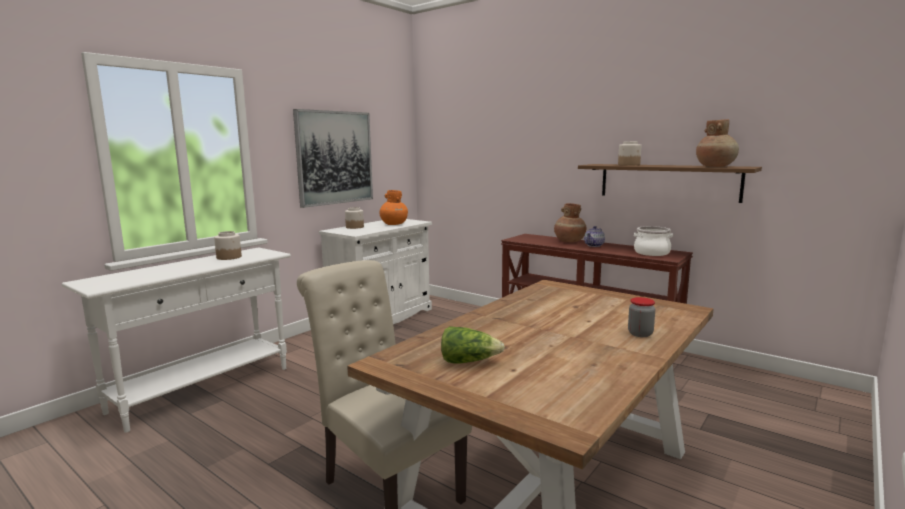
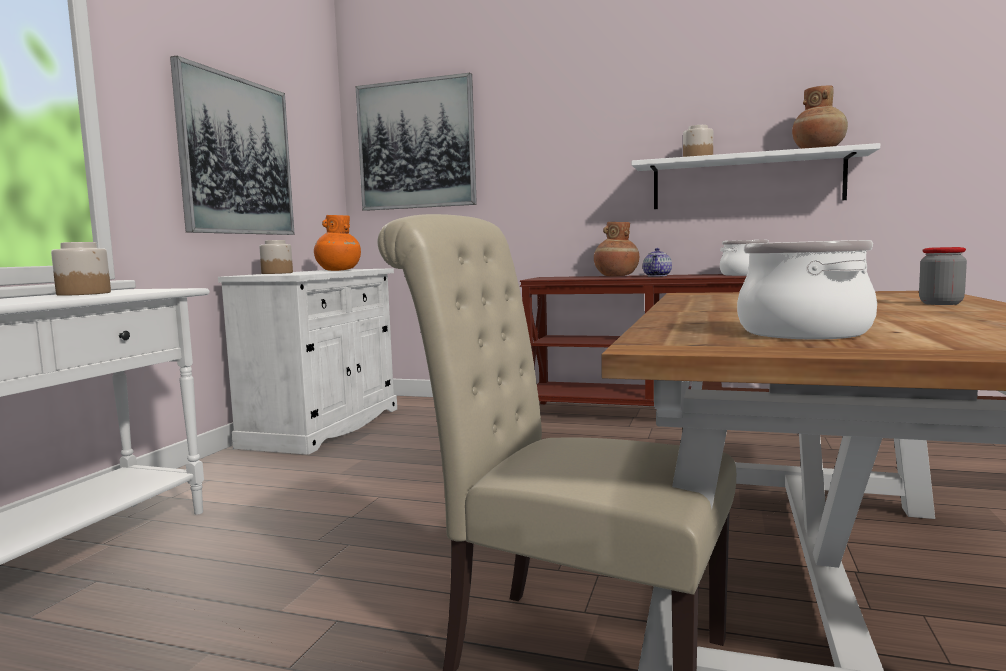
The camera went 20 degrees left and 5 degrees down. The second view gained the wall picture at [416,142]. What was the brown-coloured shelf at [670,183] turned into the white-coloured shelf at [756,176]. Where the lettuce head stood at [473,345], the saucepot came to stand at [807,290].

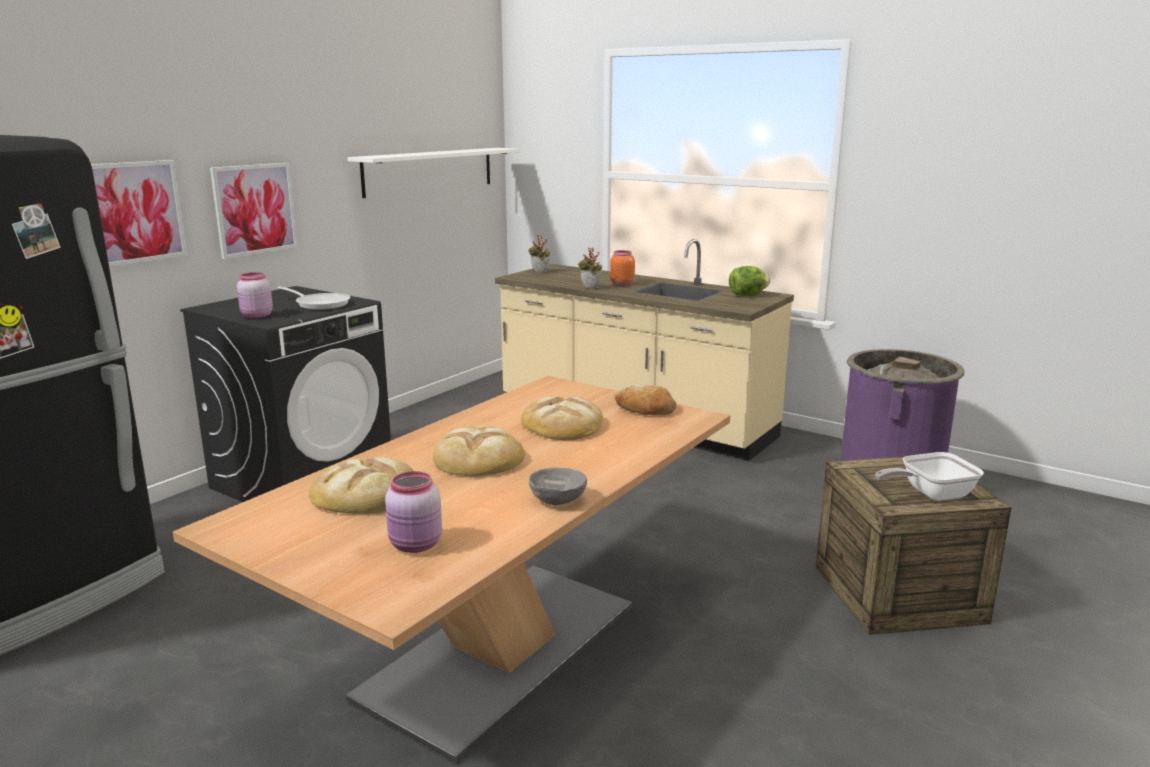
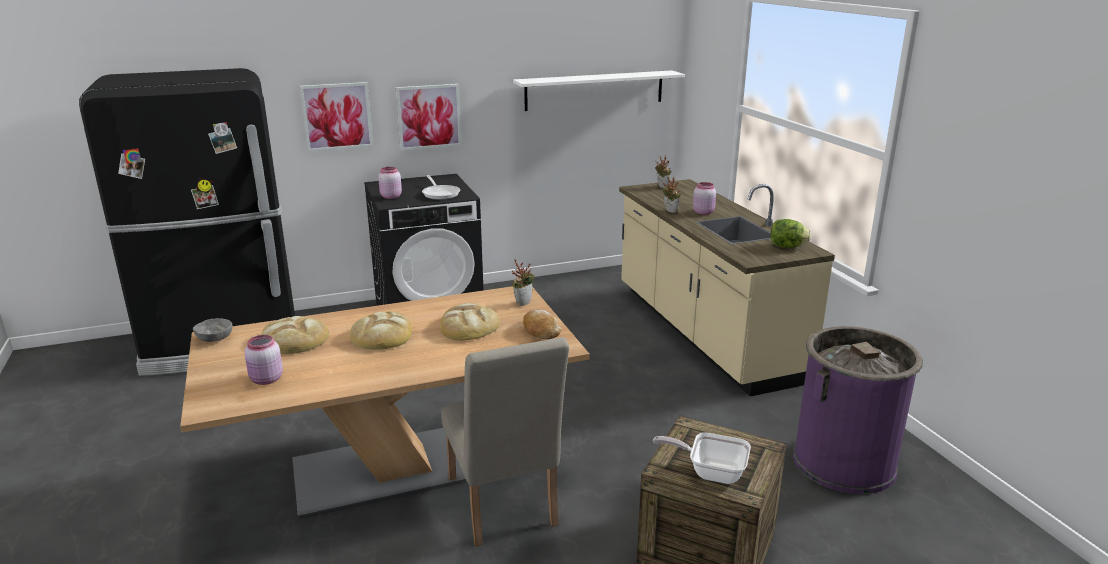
The camera went 35 degrees right and 5 degrees up. The greyish deep dish ended up elsewhere, having gone from [558,486] to [212,330]. The second view gained the beige upright chair at [505,441]. The second view gained the houseplant at [523,282]. What was the orangey jar at [622,268] turned into the pink-coloured jar at [704,198].

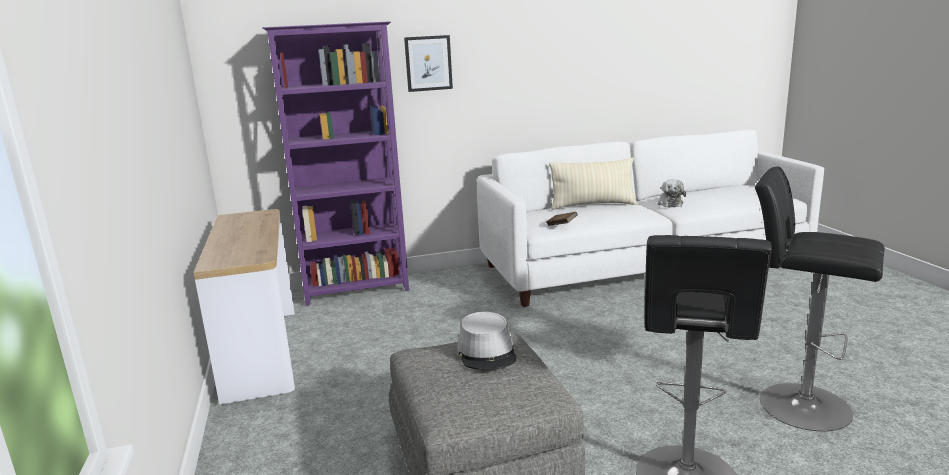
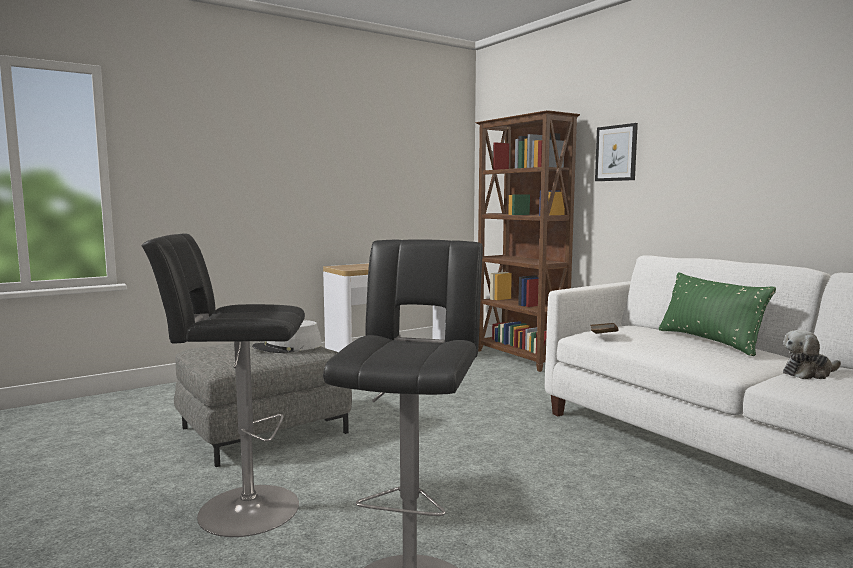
The camera went 70 degrees right and 10 degrees down. What was the purple-coloured bookcase at [335,163] turned into the brown-coloured bookcase at [527,241]. What was the beige cushion at [593,184] turned into the green-coloured cushion at [717,314].

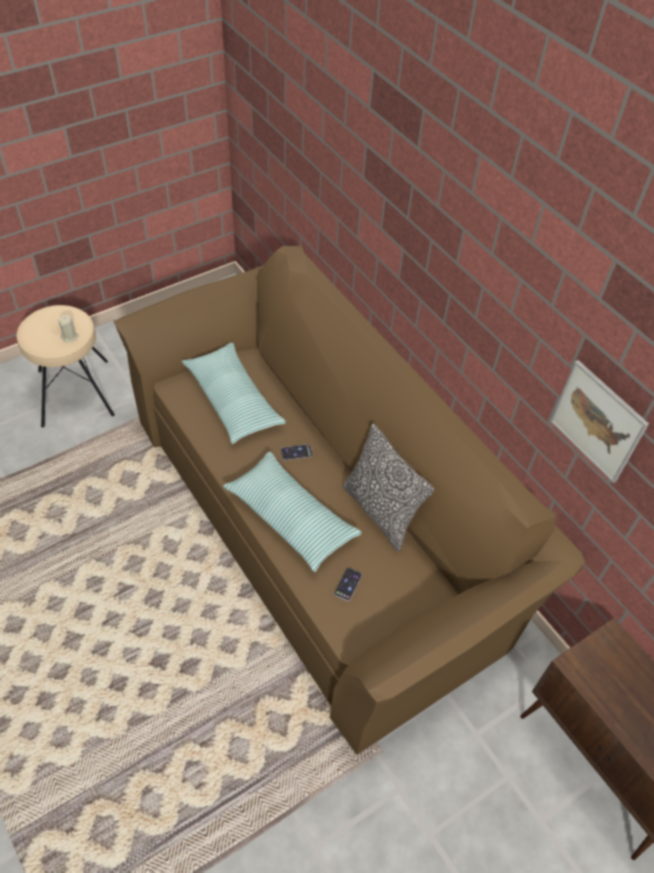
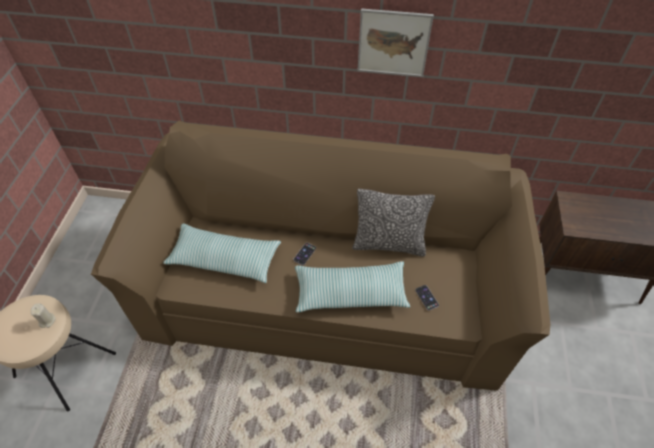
The camera went 45 degrees left and 0 degrees up. The wall picture ended up elsewhere, having gone from [599,421] to [396,42].

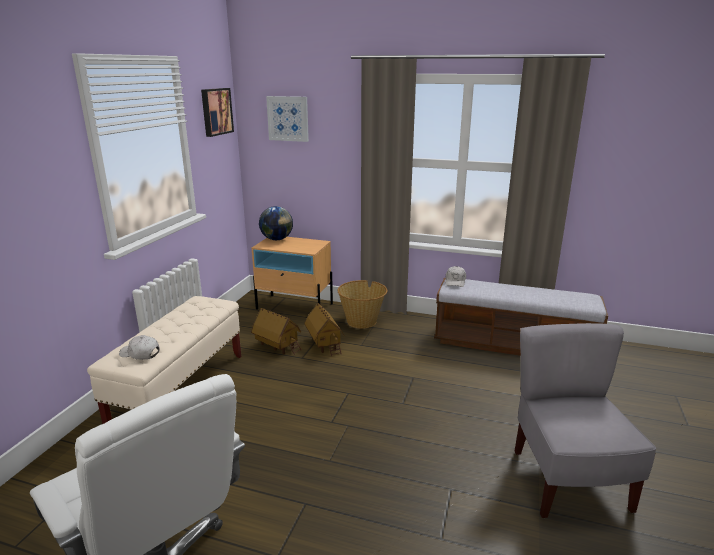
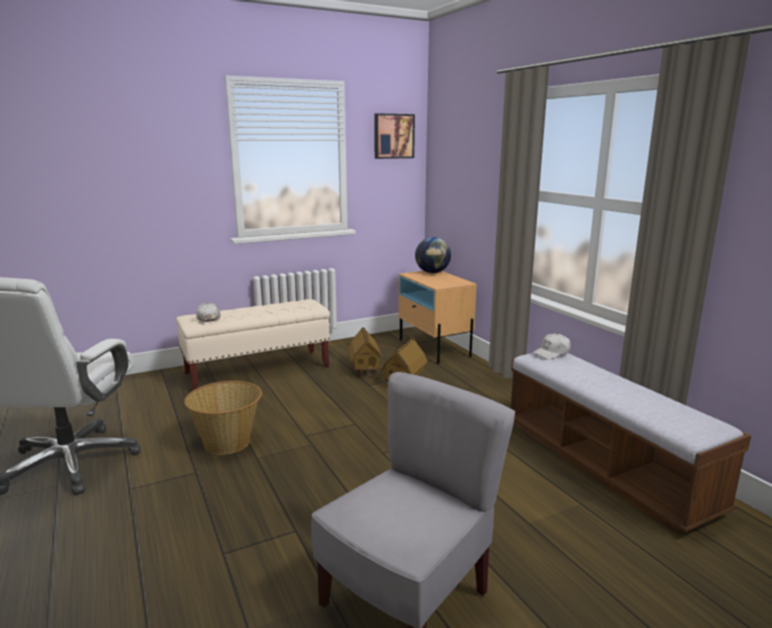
The camera went 45 degrees right and 5 degrees down. The storage basket ended up elsewhere, having gone from [362,304] to [223,418]. The second view lost the wall picture at [287,119].

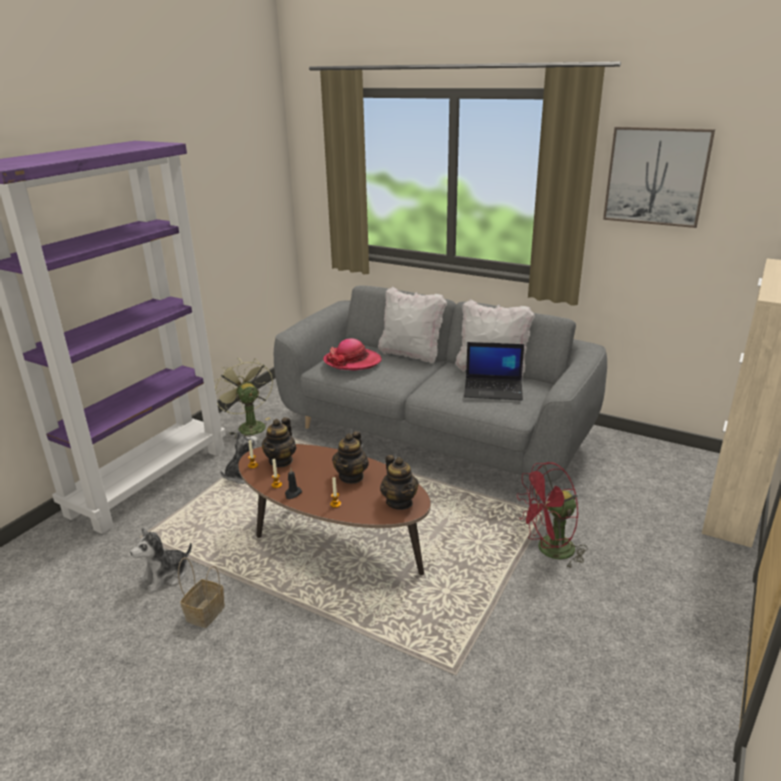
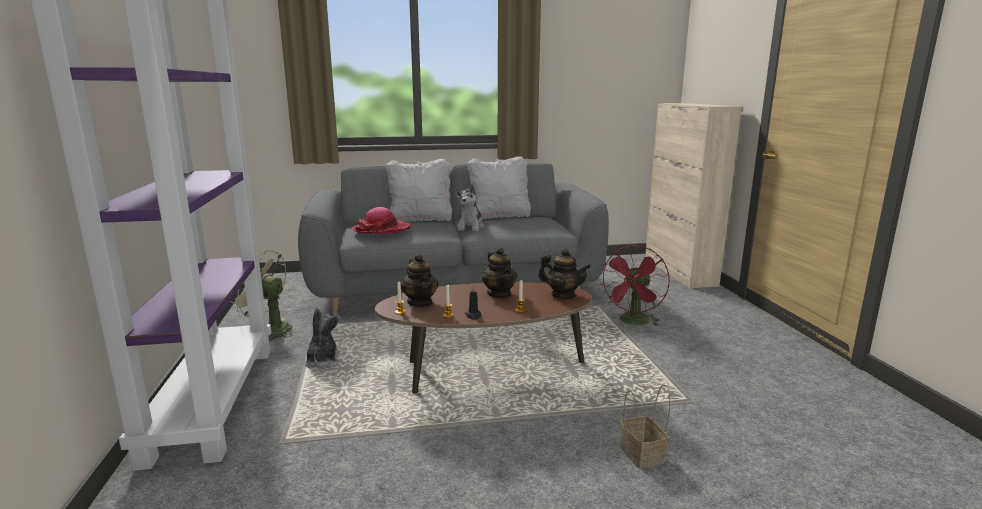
The camera went 40 degrees left and 10 degrees down. The cuddly toy ended up elsewhere, having gone from [161,560] to [469,207]. The storage basket ended up elsewhere, having gone from [201,592] to [645,426]. The second view lost the laptop at [494,371]. The second view lost the wall picture at [659,177].

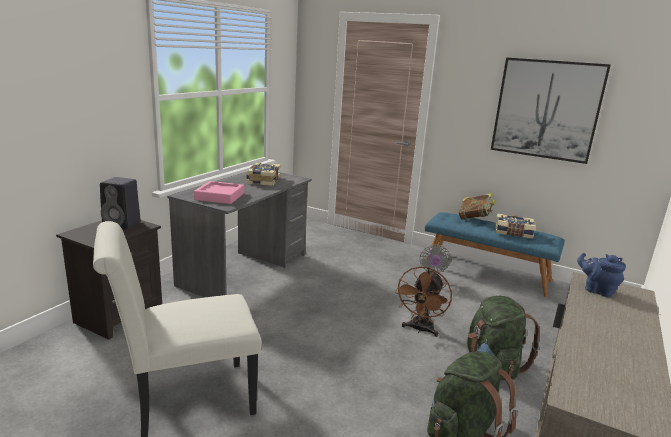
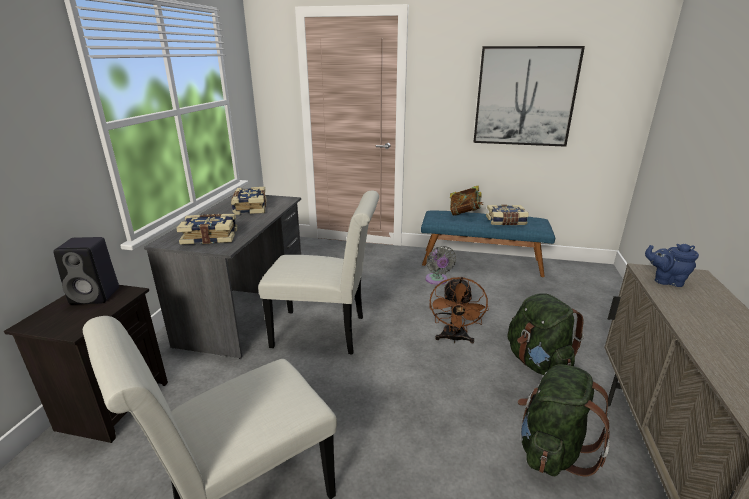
The camera went 15 degrees left and 5 degrees up. Where the pink-coloured serving tray stood at [219,192], the bound book came to stand at [206,229]. The second view gained the white-coloured upright chair at [318,273].

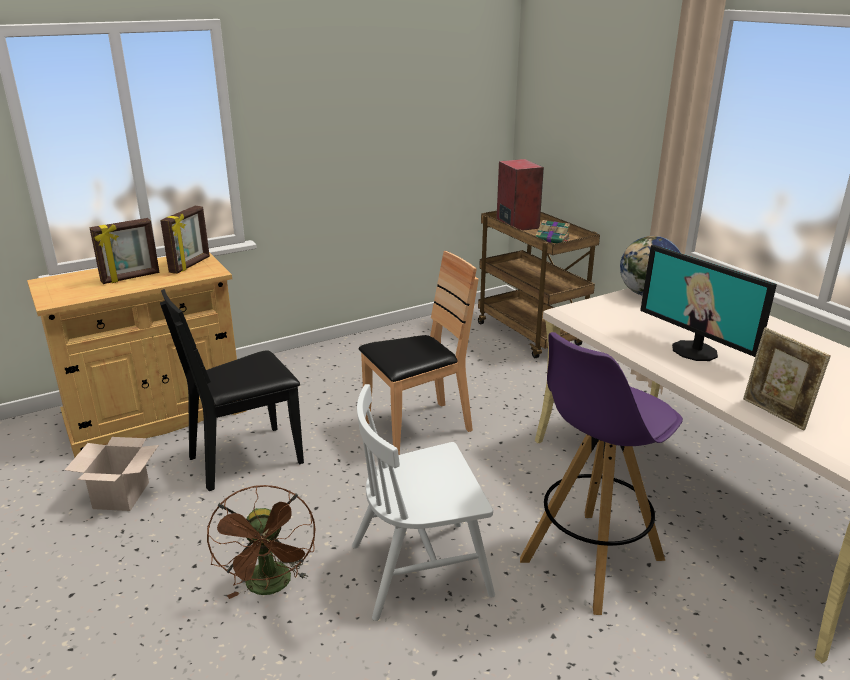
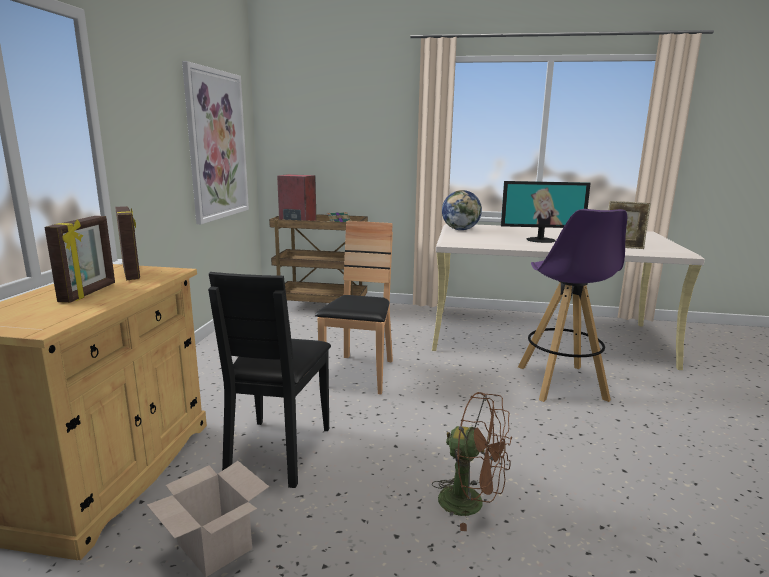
The camera went 50 degrees left and 10 degrees down. The second view gained the wall picture at [215,142]. The second view lost the white-coloured upright chair at [423,502].

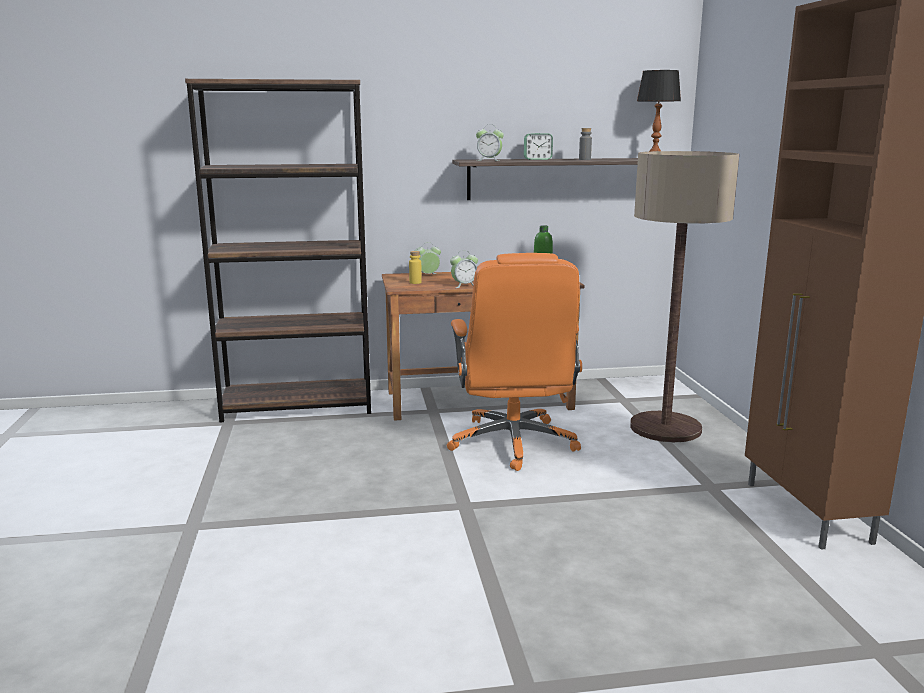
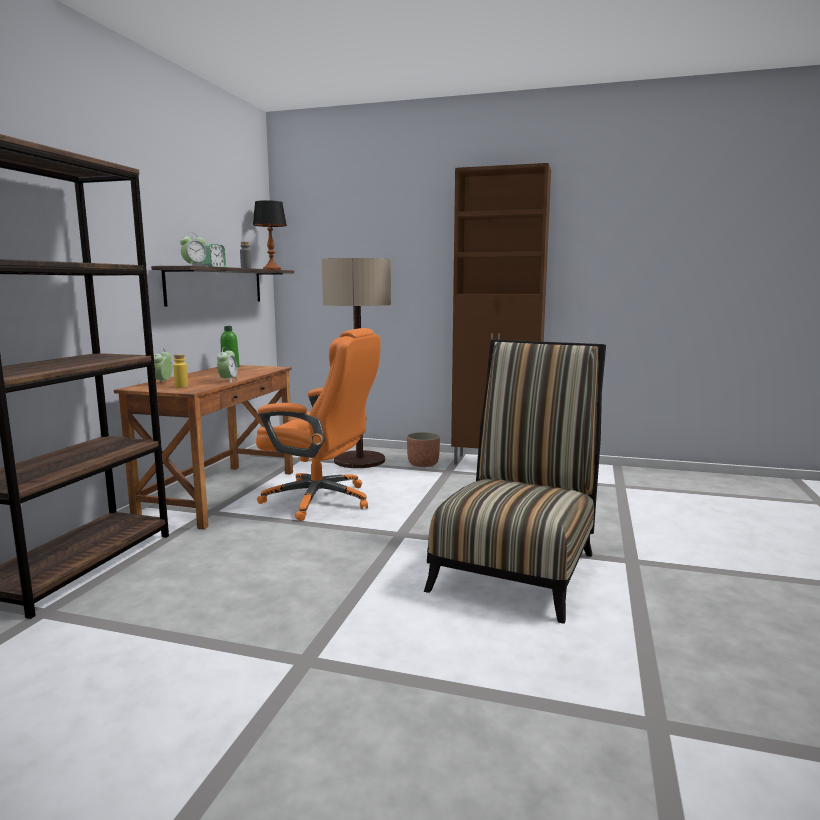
The camera went 65 degrees left and 5 degrees down. The second view gained the plant pot at [423,449]. The second view gained the upright chair at [515,481].

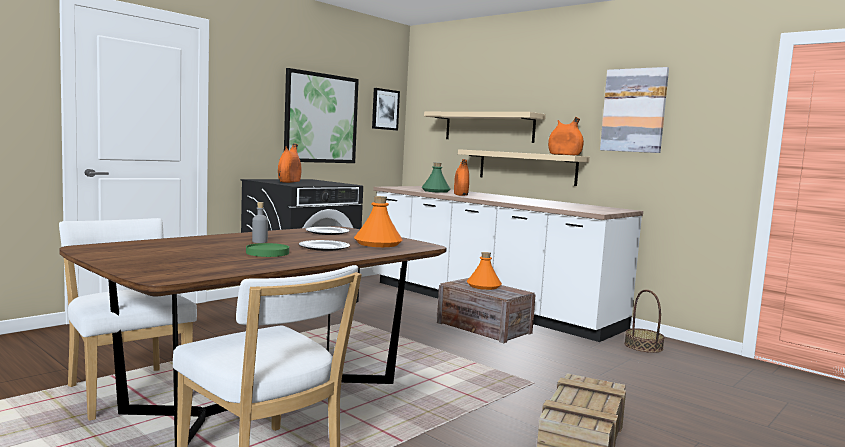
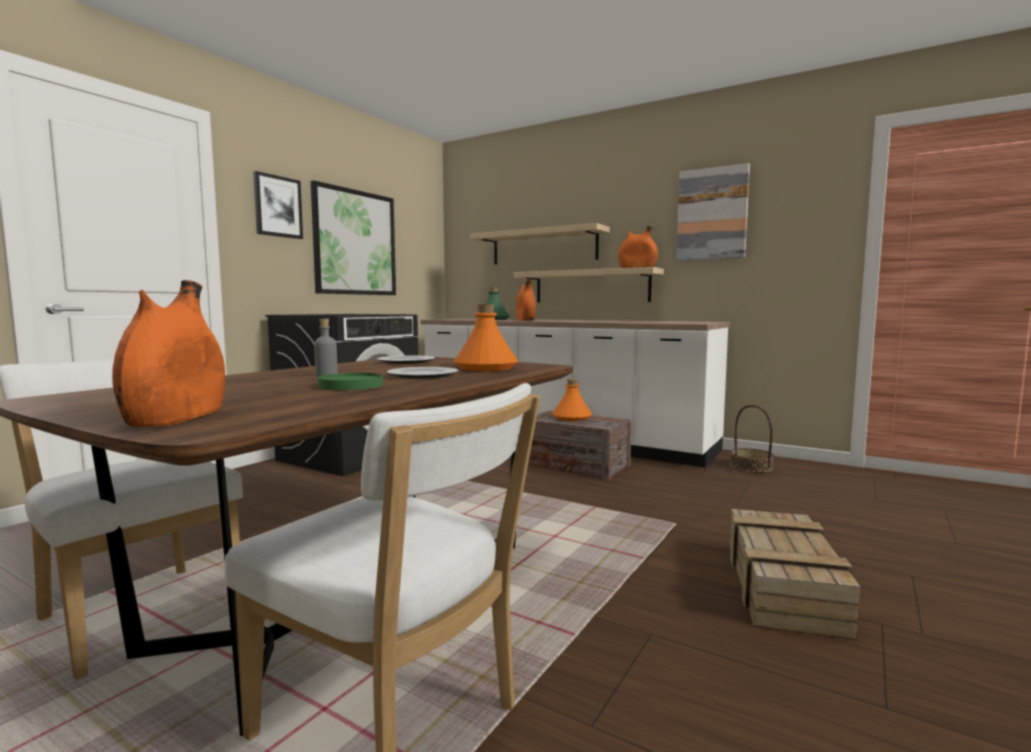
The camera went 10 degrees left and 0 degrees up. The orangey decorative vase ended up elsewhere, having gone from [290,163] to [168,353]. The wall picture ended up elsewhere, having gone from [386,109] to [278,205].

